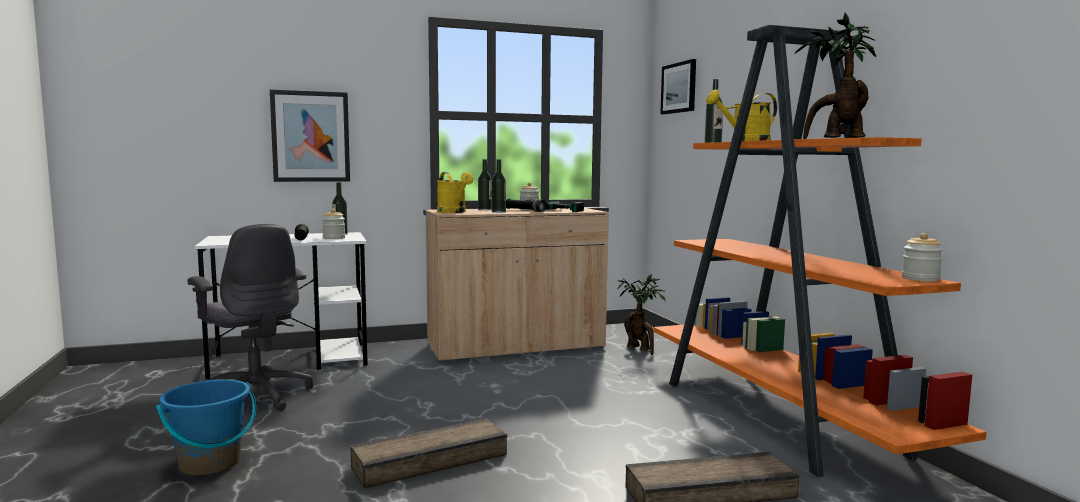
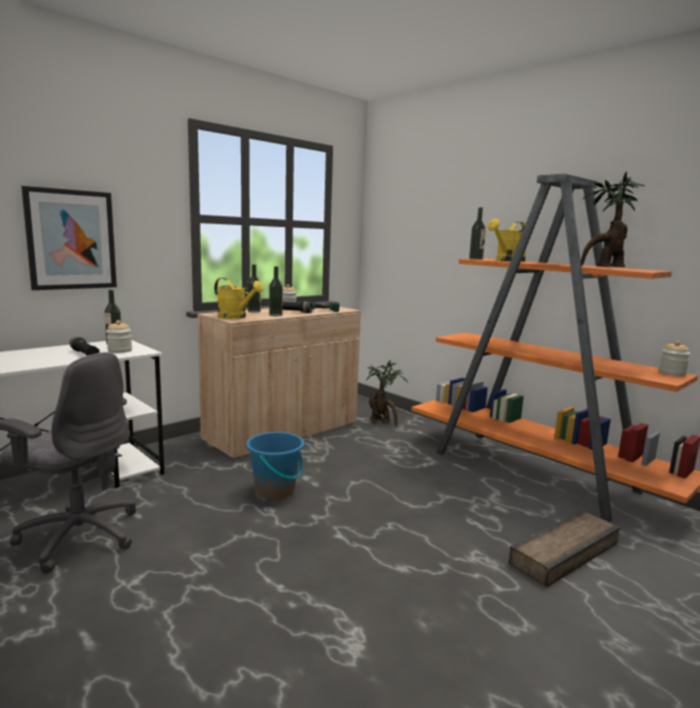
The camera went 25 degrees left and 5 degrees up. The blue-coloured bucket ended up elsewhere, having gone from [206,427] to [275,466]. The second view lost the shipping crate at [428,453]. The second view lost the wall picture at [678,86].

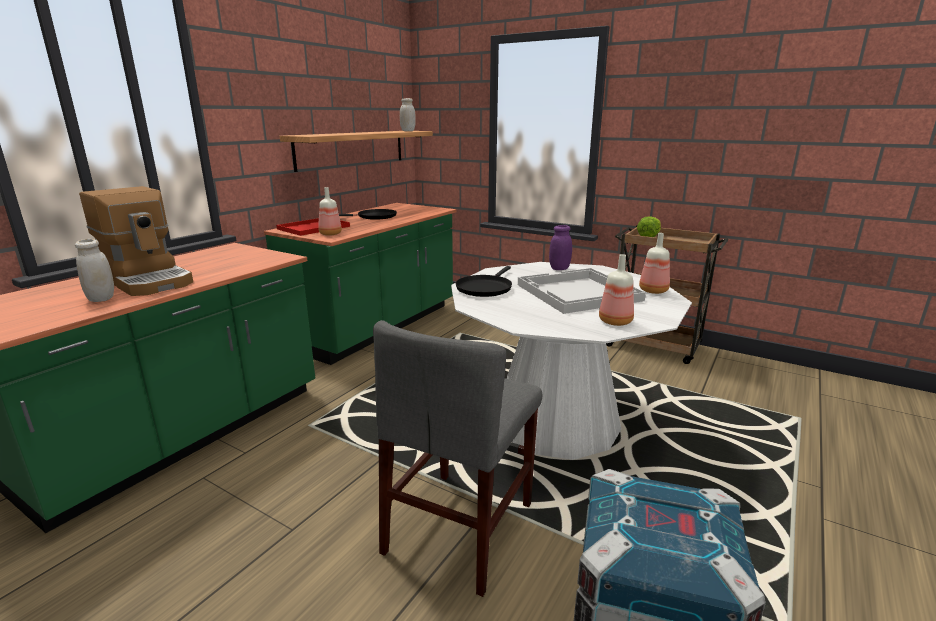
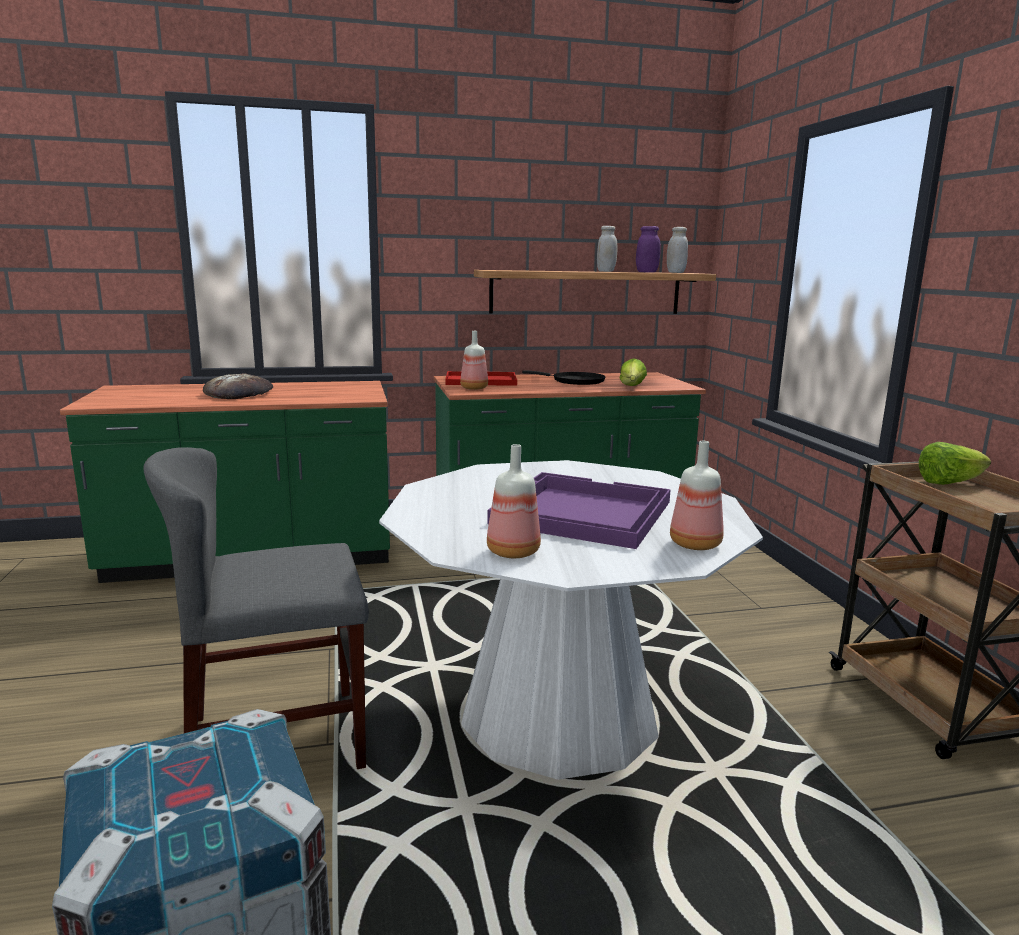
The camera went 45 degrees right and 5 degrees down. Where the coffee brewer stood at [136,241], the bread came to stand at [238,386]. What was the white-coloured serving tray at [582,291] turned into the purple-coloured serving tray at [579,510]. The white-coloured jar ended up elsewhere, having gone from [94,270] to [607,249]. The second view gained the lettuce head at [633,372]. The purple-coloured jar ended up elsewhere, having gone from [560,247] to [648,249]. The second view lost the black-coloured skillet at [483,281].

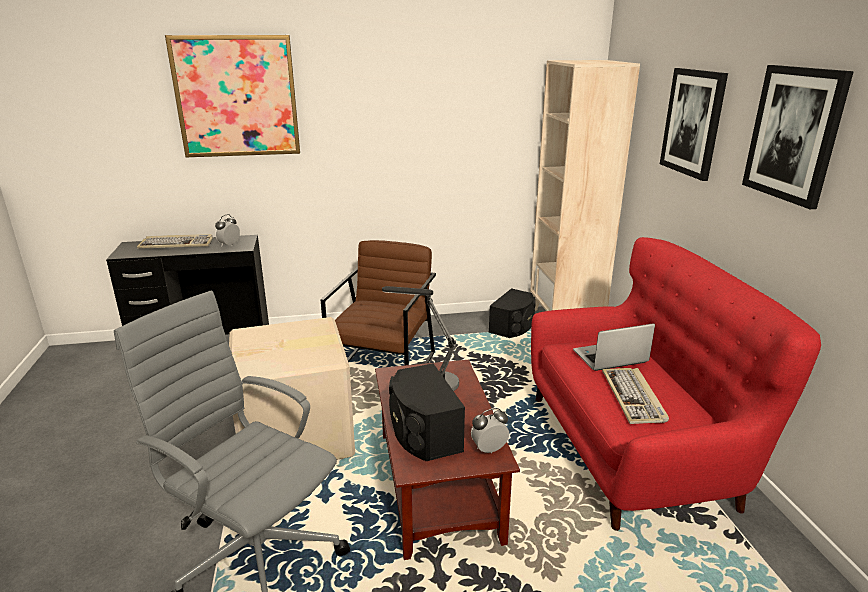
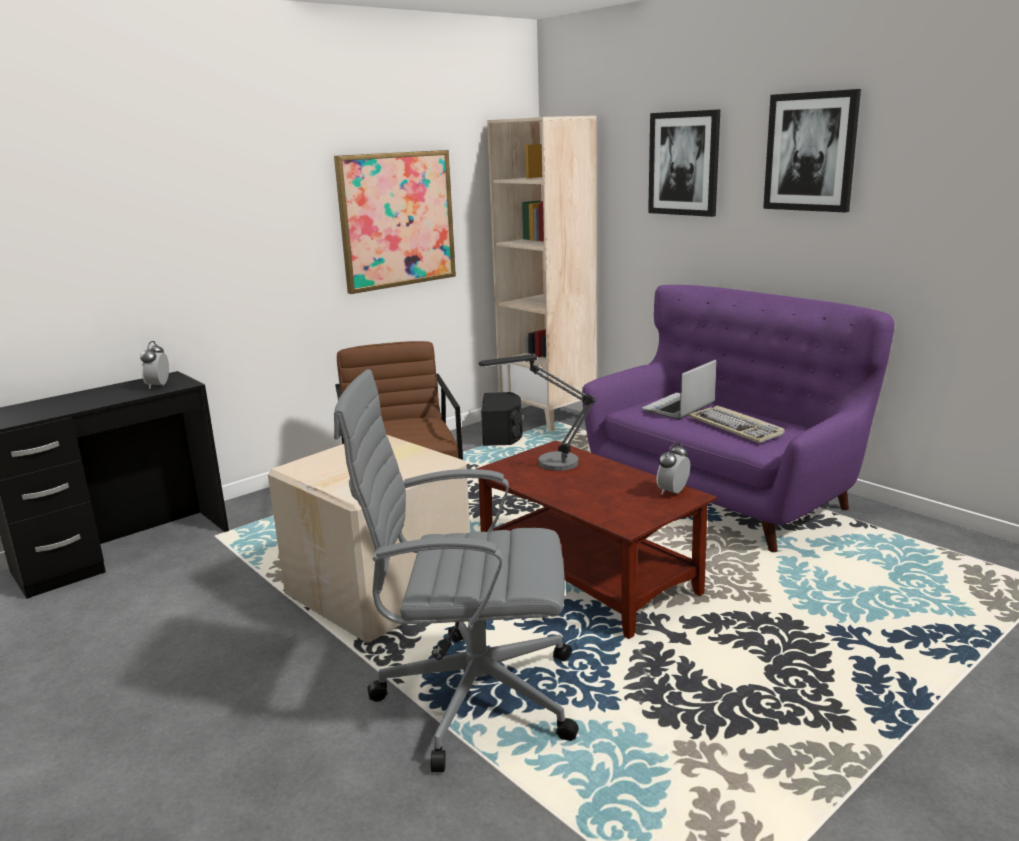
The camera went 30 degrees left and 5 degrees down. The wall picture ended up elsewhere, having gone from [232,96] to [395,222]. What was the red-coloured couch at [676,384] turned into the purple-coloured couch at [738,418]. The second view lost the keyboard at [175,241]. The second view lost the black-coloured audio speaker at [427,412].

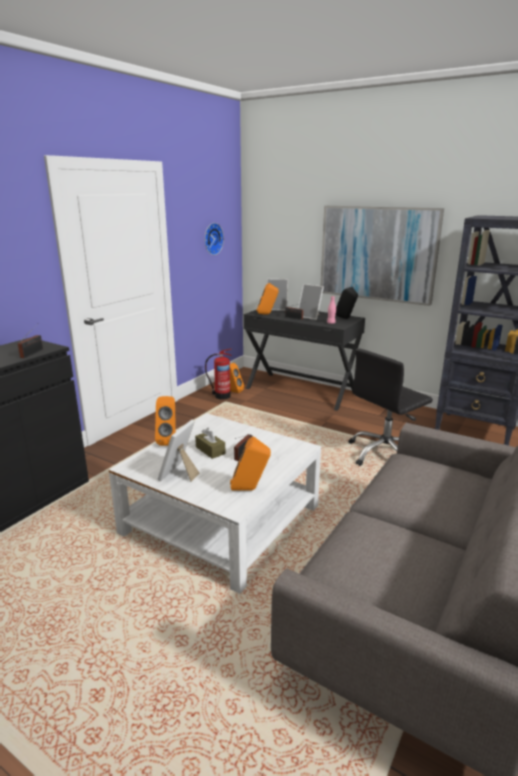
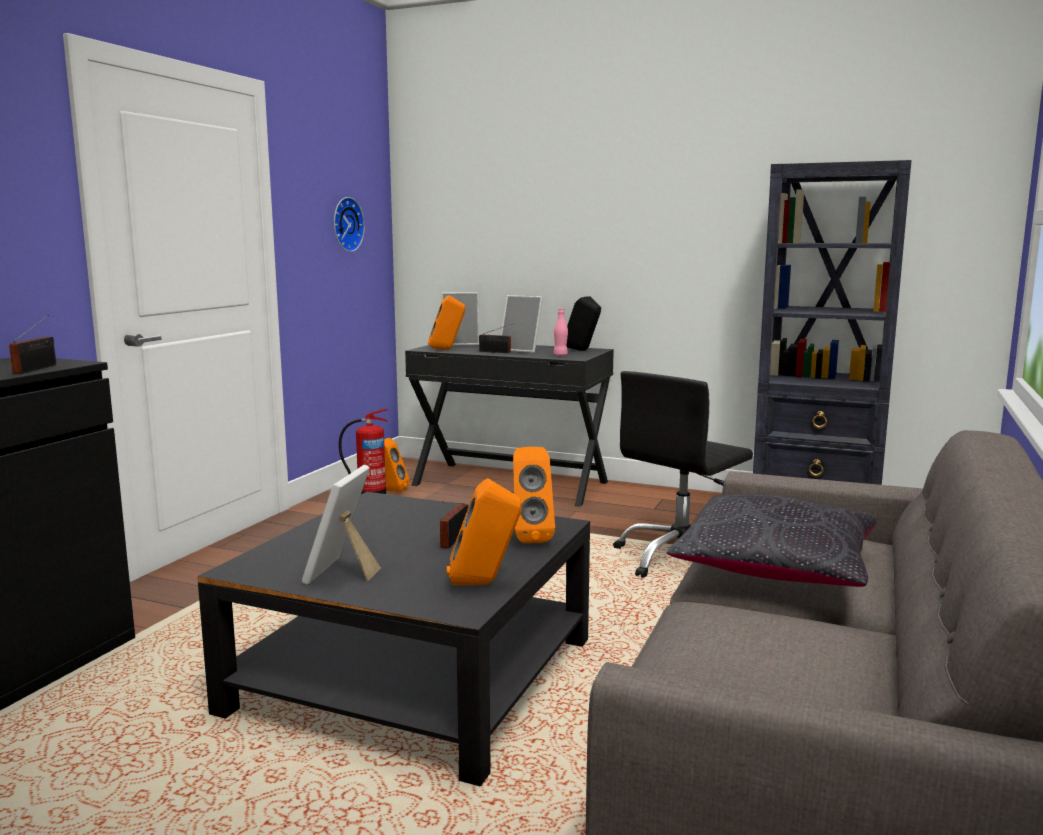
The camera went 10 degrees left and 10 degrees down. What was the white-coloured lounge table at [215,503] turned into the black-coloured lounge table at [393,639]. The orangey audio speaker ended up elsewhere, having gone from [165,421] to [534,495]. The second view gained the black-coloured cushion at [772,540]. The second view lost the brown-coloured tissue box at [210,443]. The second view lost the wall picture at [382,256].

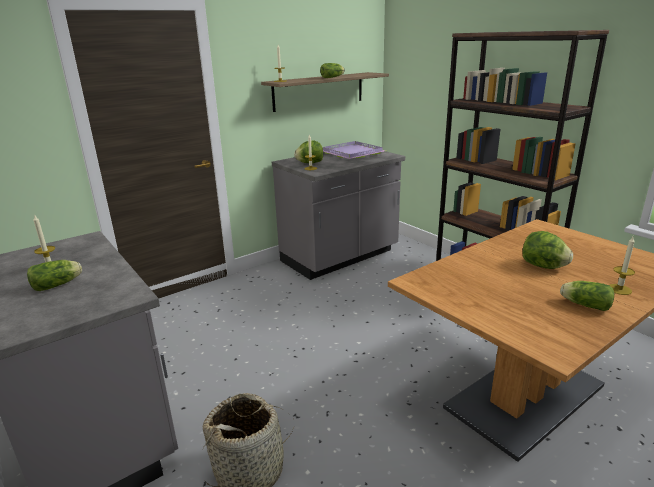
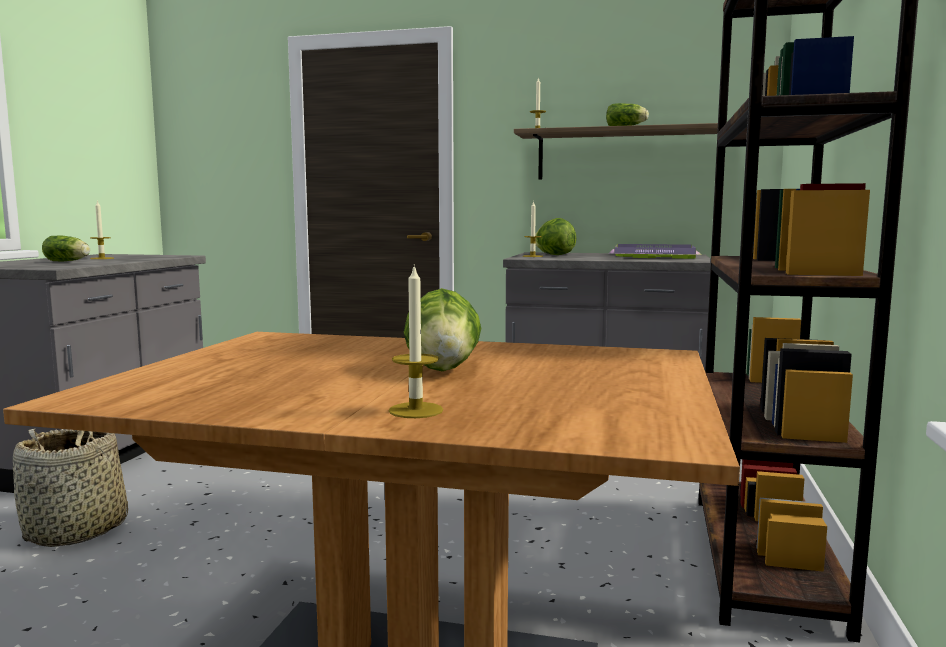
The camera went 50 degrees right and 15 degrees down. The second view lost the lettuce head at [587,296].

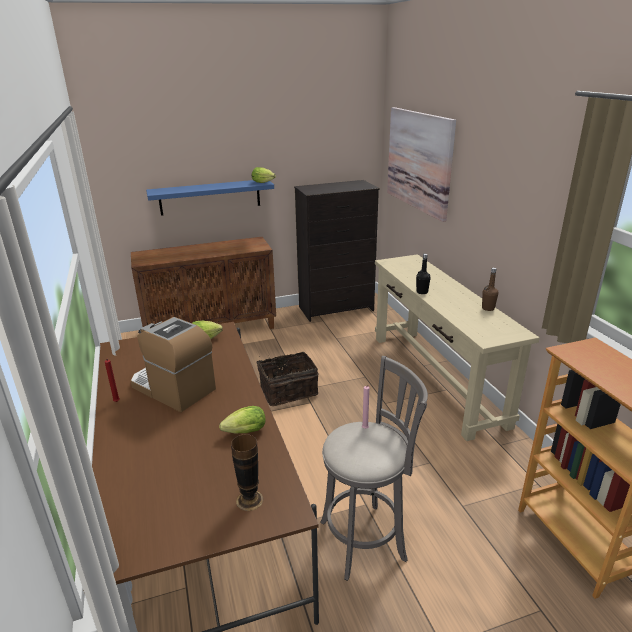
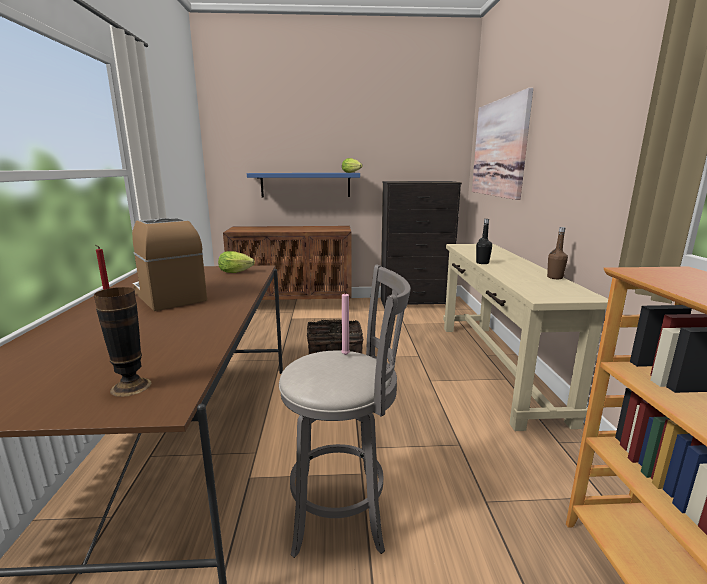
The camera went 15 degrees right and 10 degrees down. The second view lost the lettuce head at [242,420].

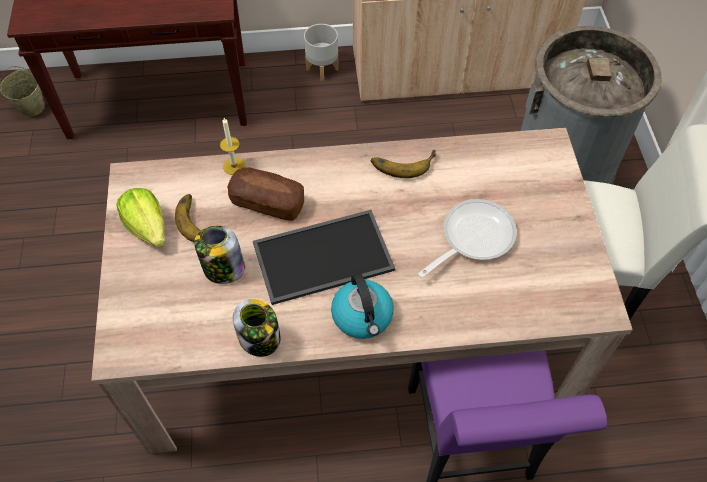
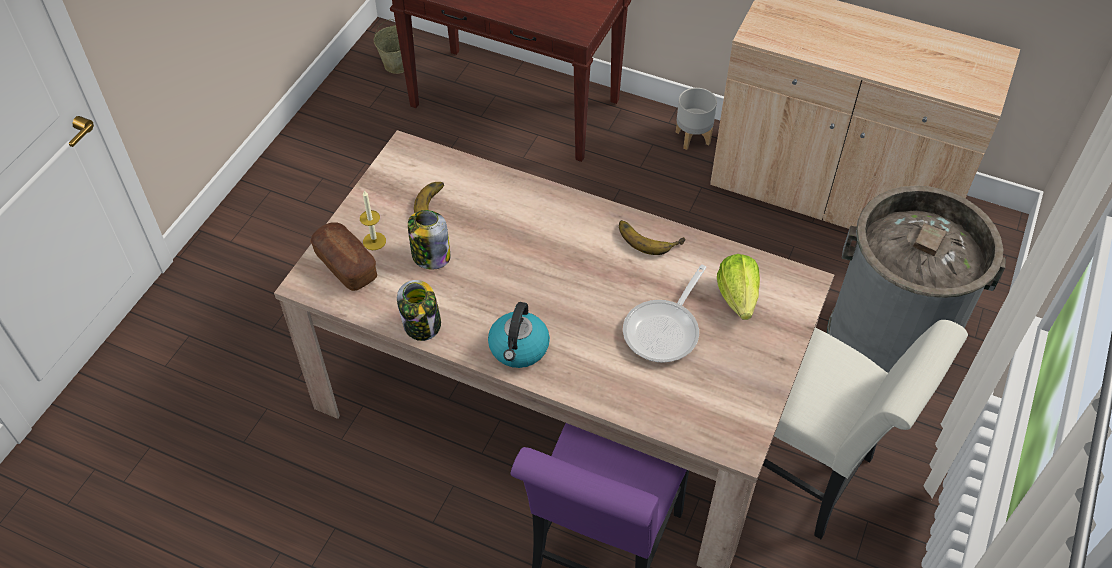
The camera went 30 degrees right and 5 degrees down. The bread ended up elsewhere, having gone from [265,194] to [343,256]. The wax light ended up elsewhere, having gone from [232,146] to [373,220]. The skillet at [467,238] ended up facing another way, 135 degrees clockwise from before. The lettuce head ended up elsewhere, having gone from [140,218] to [738,287]. The second view lost the serving tray at [324,257].

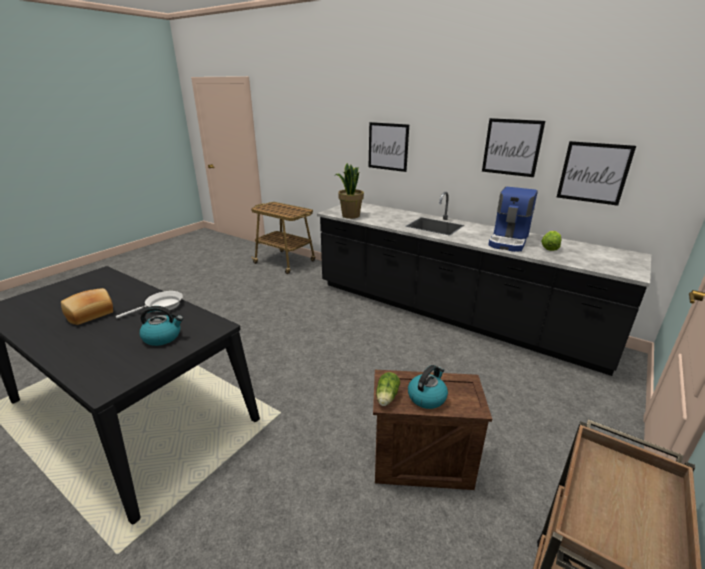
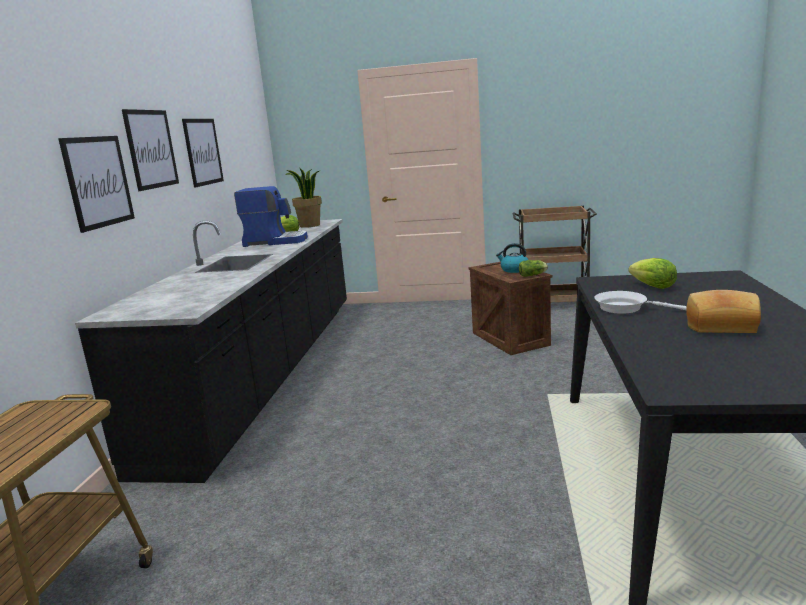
The camera went 115 degrees left and 10 degrees down. The wall picture ended up elsewhere, having gone from [596,173] to [150,150]. The houseplant ended up elsewhere, having gone from [349,191] to [303,197]. Where the water kettle stood at [161,326], the lettuce head came to stand at [652,273].

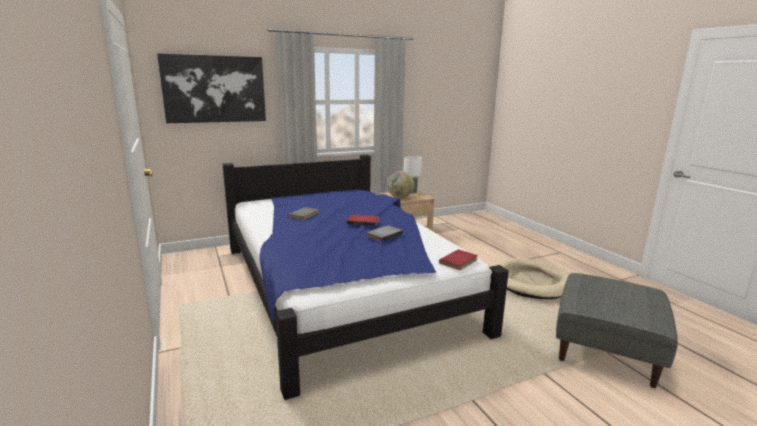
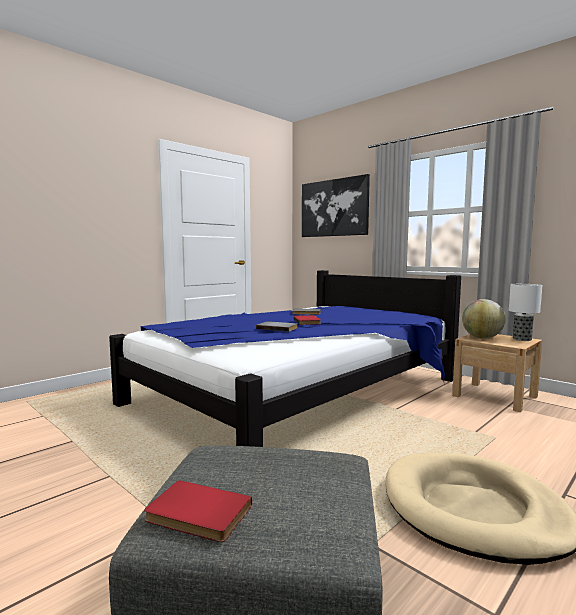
The camera went 70 degrees right and 10 degrees down. The red-coloured bound book ended up elsewhere, having gone from [458,259] to [198,511].

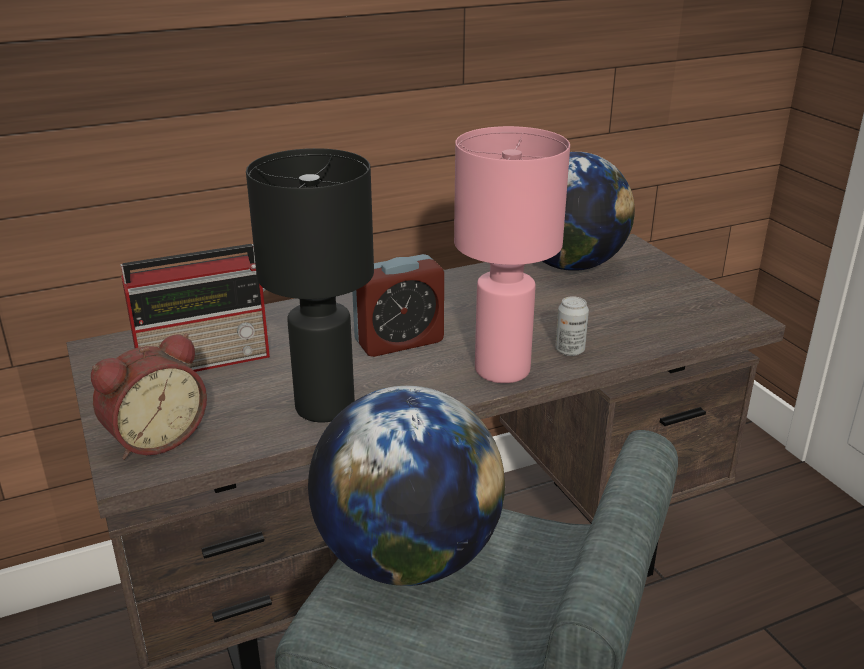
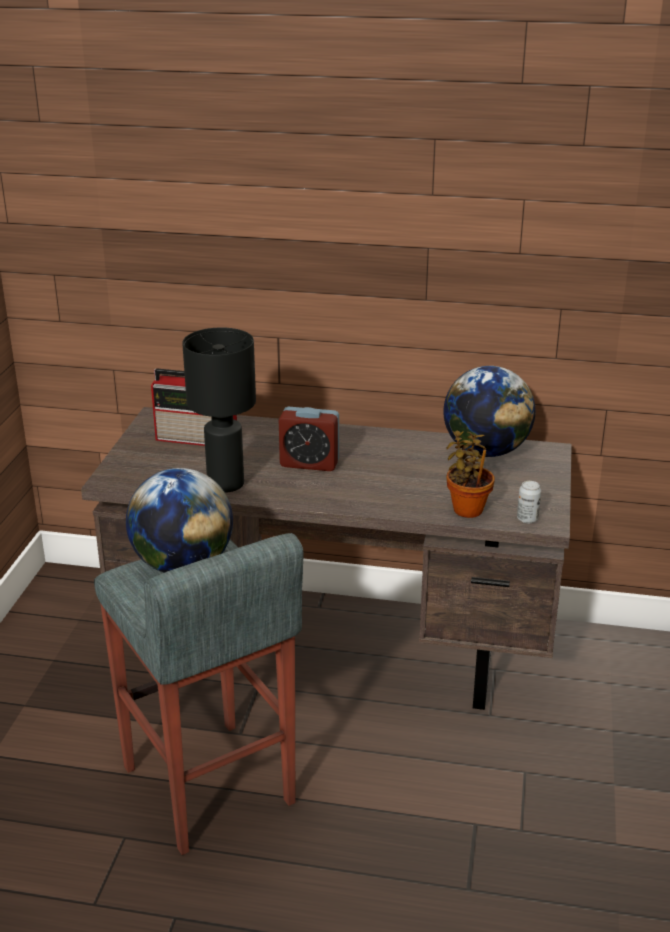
The camera went 35 degrees right and 0 degrees up. The second view gained the houseplant at [470,474]. The metal can ended up elsewhere, having gone from [572,326] to [529,502]. The second view lost the table clock at [149,396]. The second view lost the pink-coloured tabletop lamp at [512,254].

